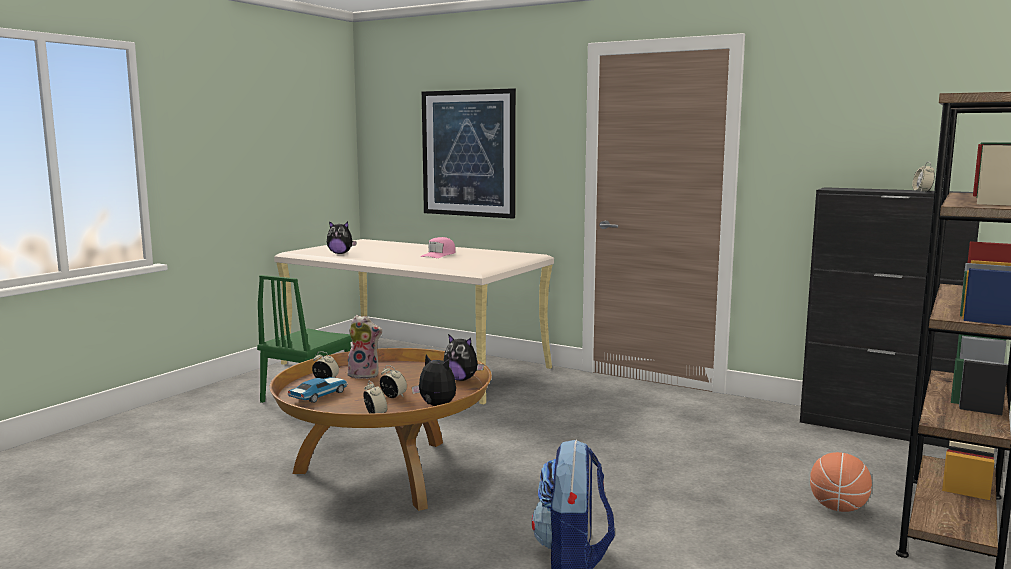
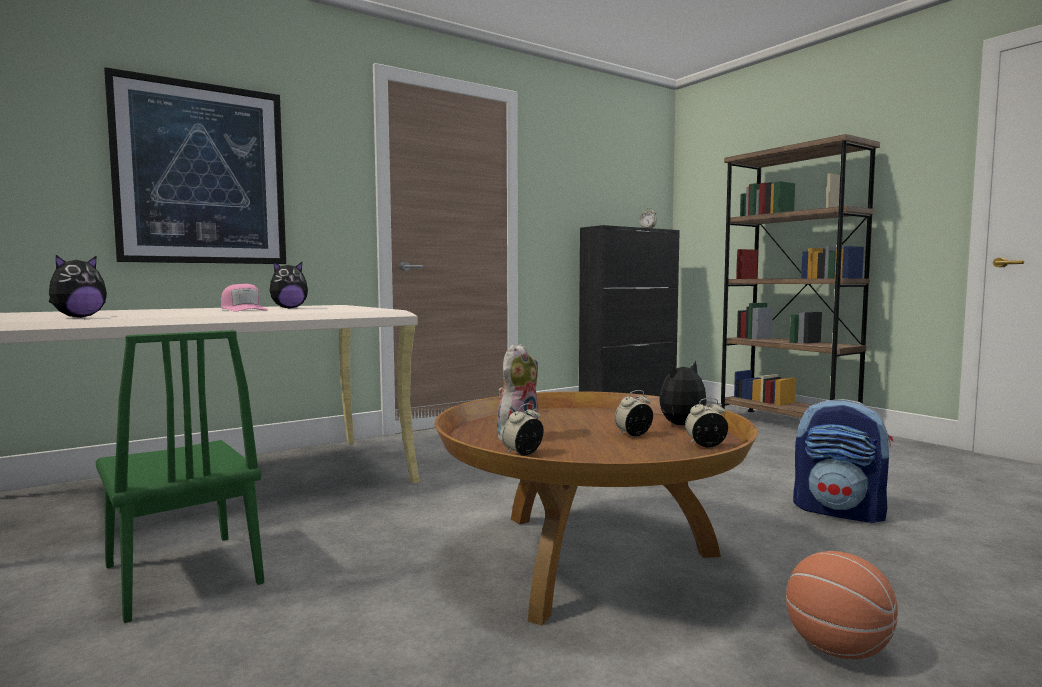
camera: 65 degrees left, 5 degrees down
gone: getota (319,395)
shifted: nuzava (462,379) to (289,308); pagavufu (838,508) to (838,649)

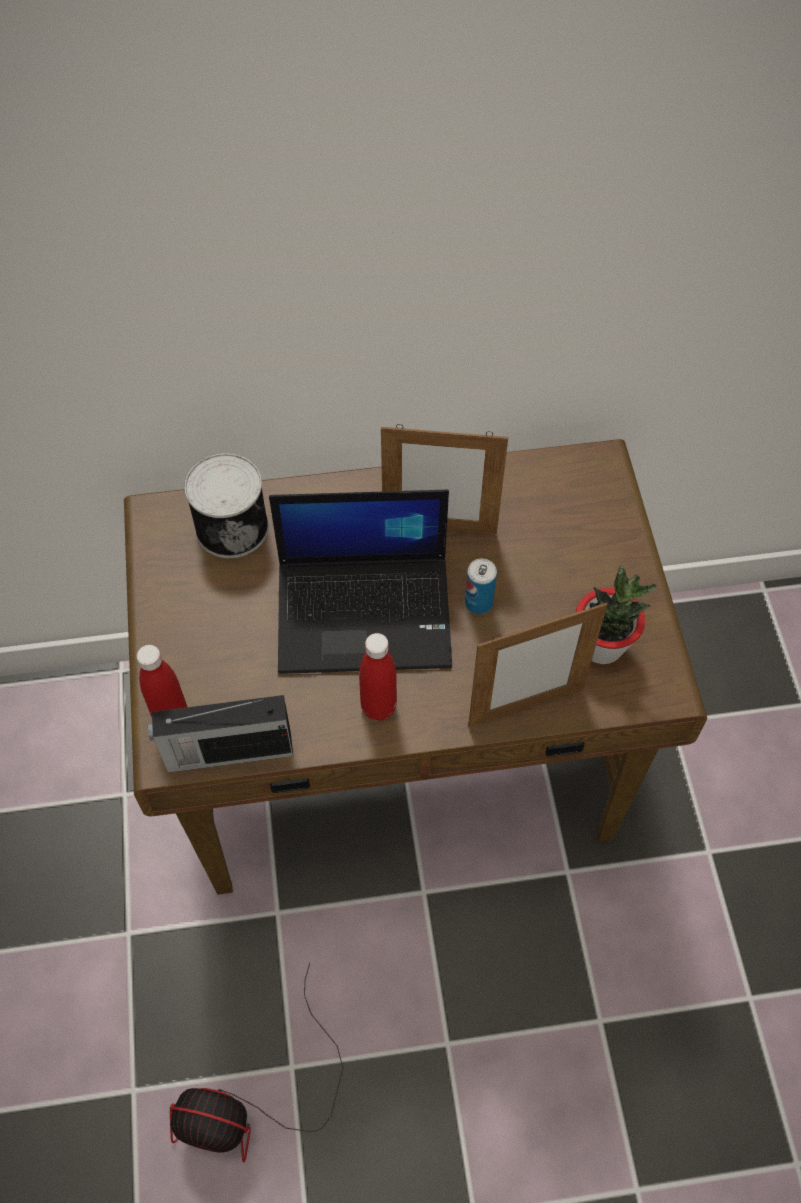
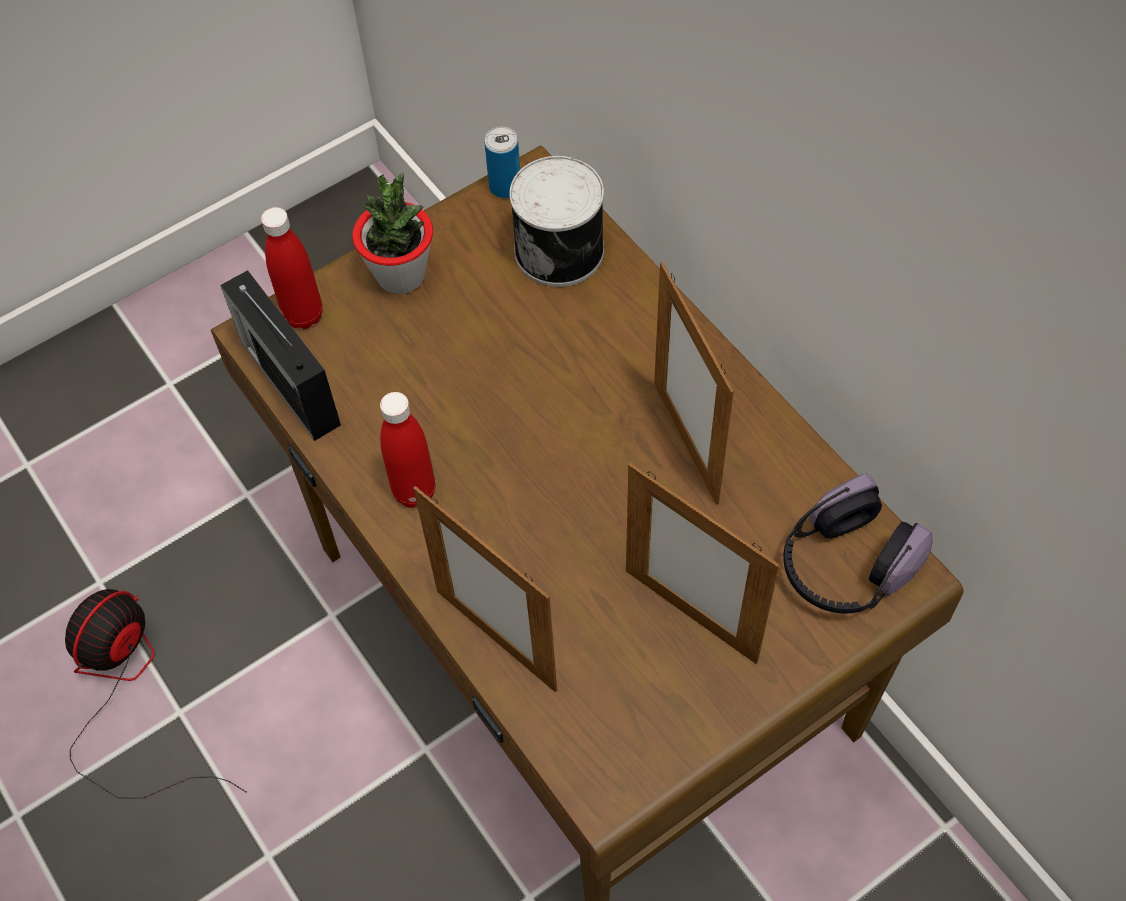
camera: 65 degrees right, 0 degrees up
gone: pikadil (366,612)
new: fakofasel (690,615); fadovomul (845,565)
shifted: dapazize (478,602) to (505,187); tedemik (602,646) to (401,275)
rotated: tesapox (252,1104) = (128,693) 45 degrees clockwise

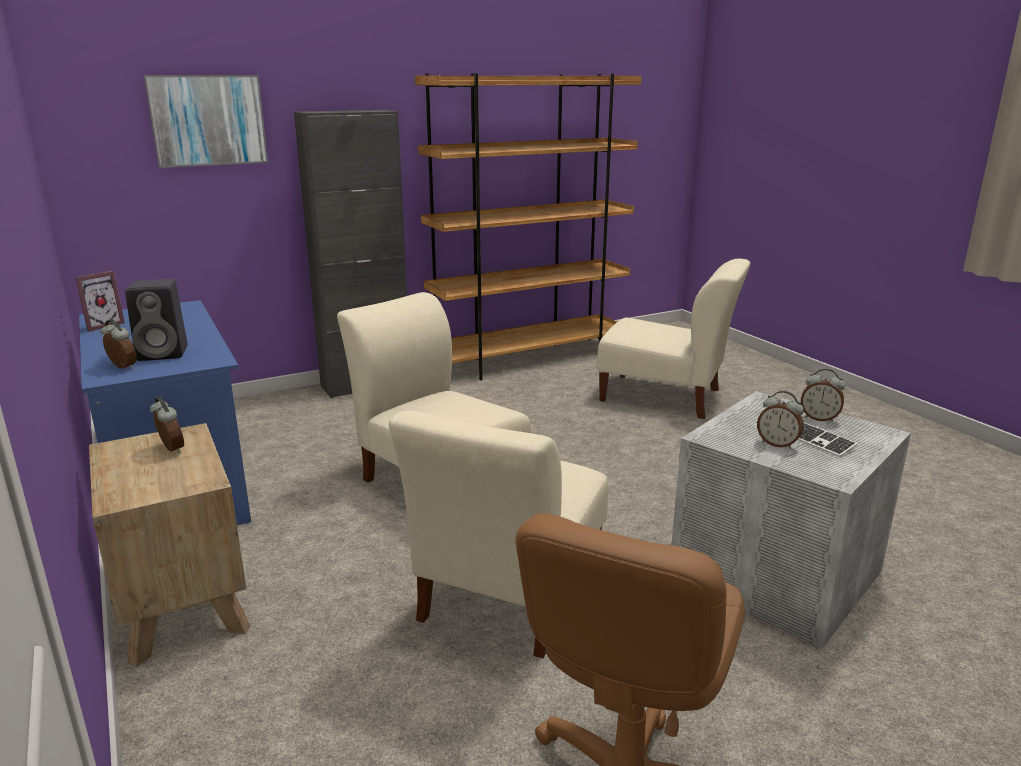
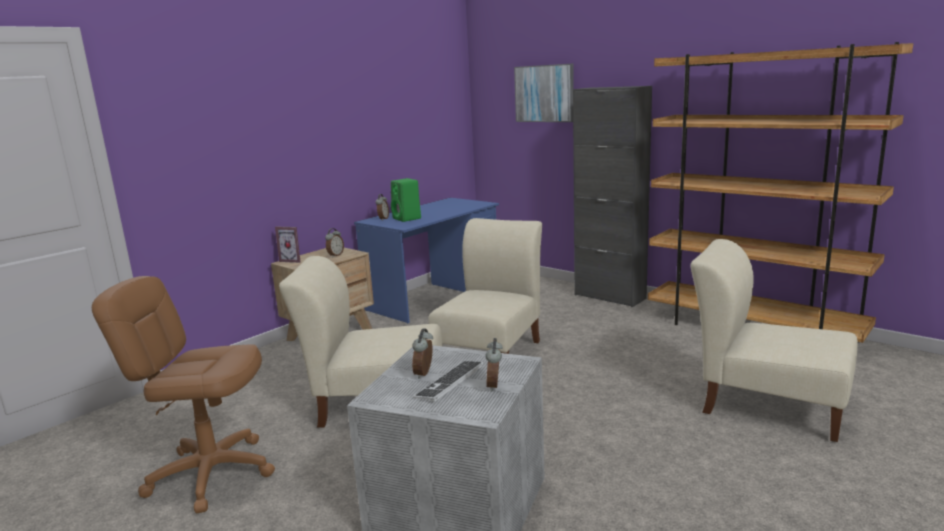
camera: 70 degrees right, 5 degrees down
shifted: fakofasel (102,325) to (293,260)
repainted: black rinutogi (164,353) to green rinutogi (407,218)
rotated: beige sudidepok (666,397) = (766,405) 120 degrees clockwise

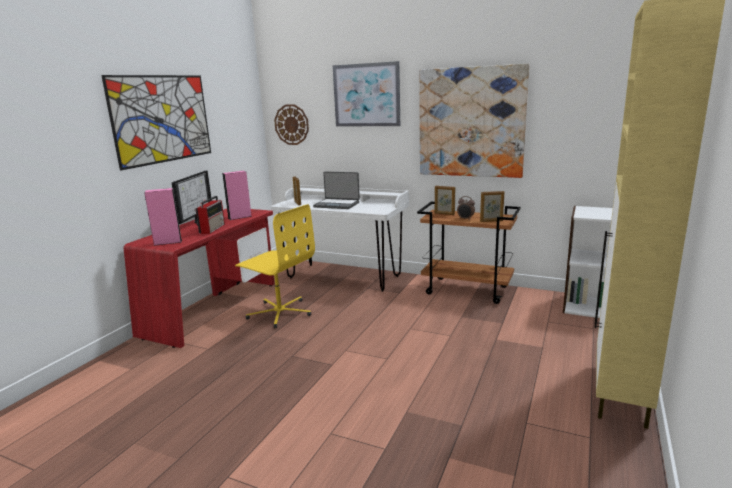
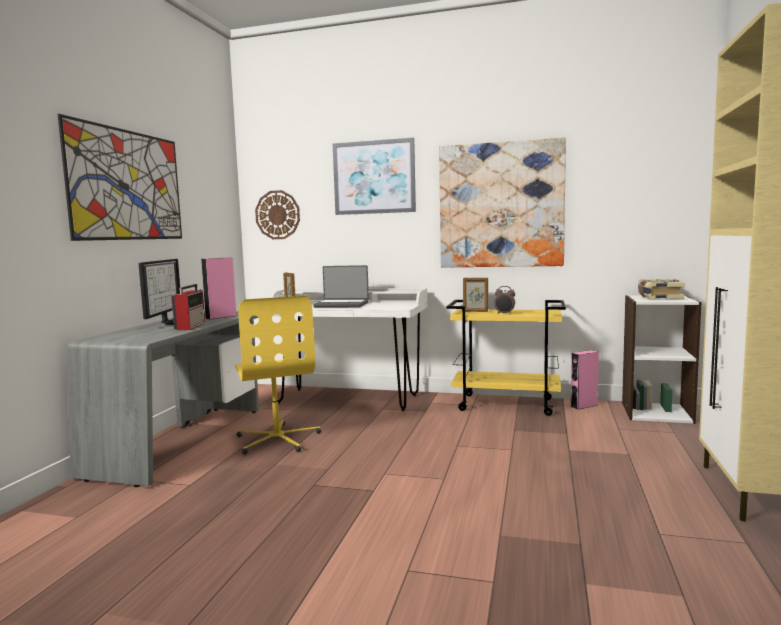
camera: 10 degrees left, 10 degrees down
gone: fakofasel (491,221)
new: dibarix (658,297)
shifted: pink rinutogi (168,242) to (584,406)
repainted: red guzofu (214,309) to grey guzofu (184,440); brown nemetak (467,290) to yellow nemetak (507,404)
rotated: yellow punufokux (280,312) = (278,439) 45 degrees clockwise

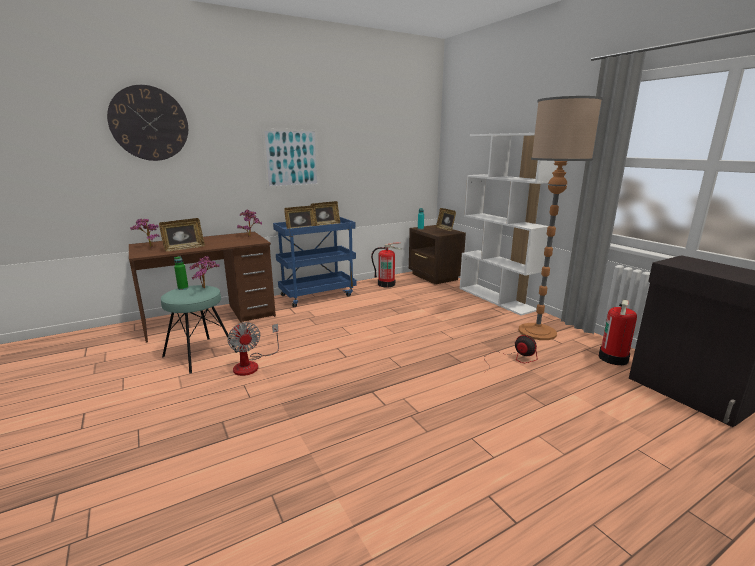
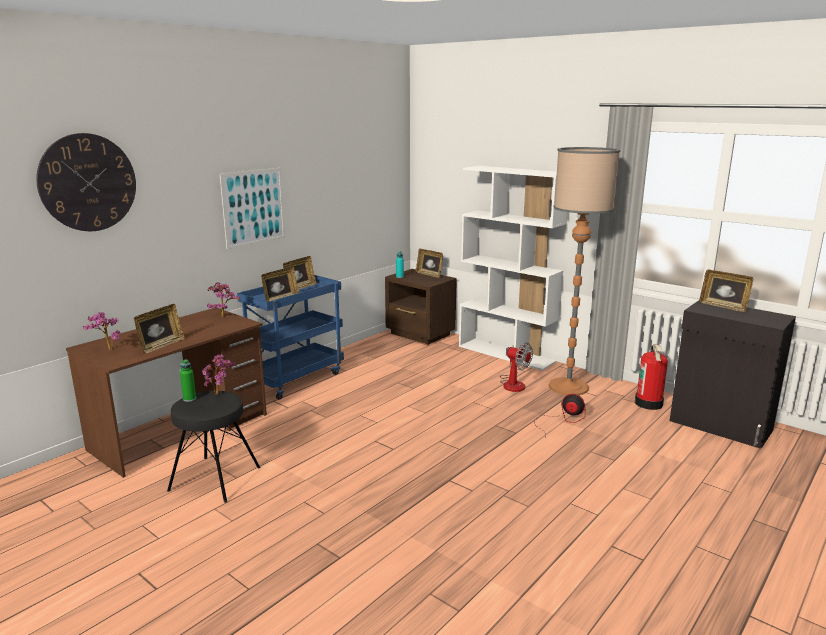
camera: 20 degrees left, 0 degrees up
gone: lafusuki (386,284)
new: fakofasel (723,306)
shifted: tesapox (252,364) to (513,383)
repainted: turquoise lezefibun (200,354) to black lezefibun (214,479)

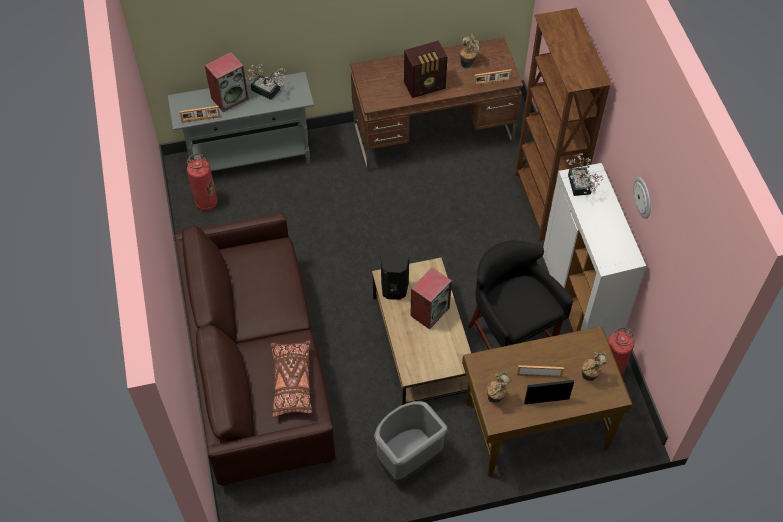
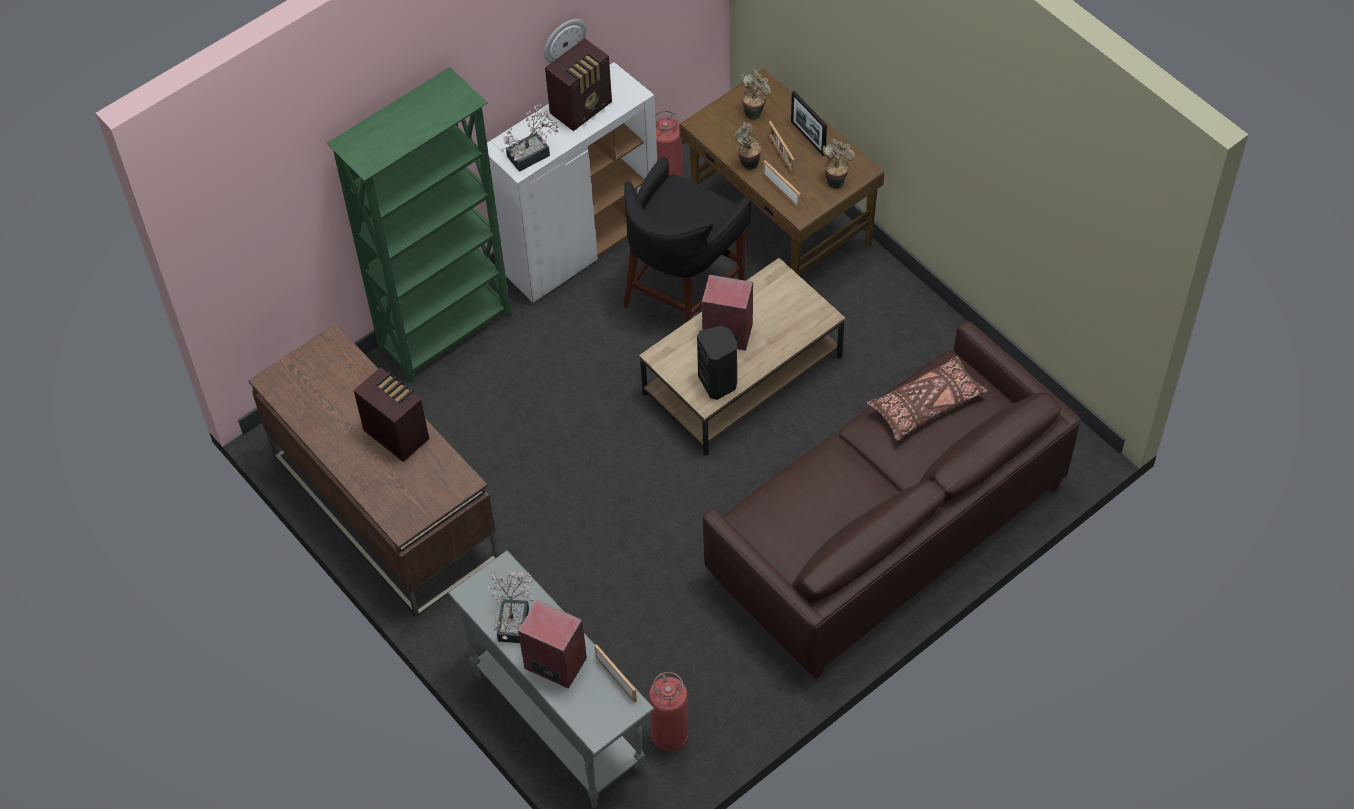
camera: 115 degrees left, 0 degrees up
gone: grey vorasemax (407,459)
new: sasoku (582,108)
shifted: tedemik (467,63) to (747,163); fakofasel (492,83) to (782,191)
repainted: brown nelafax (543,204) to green nelafax (447,332)

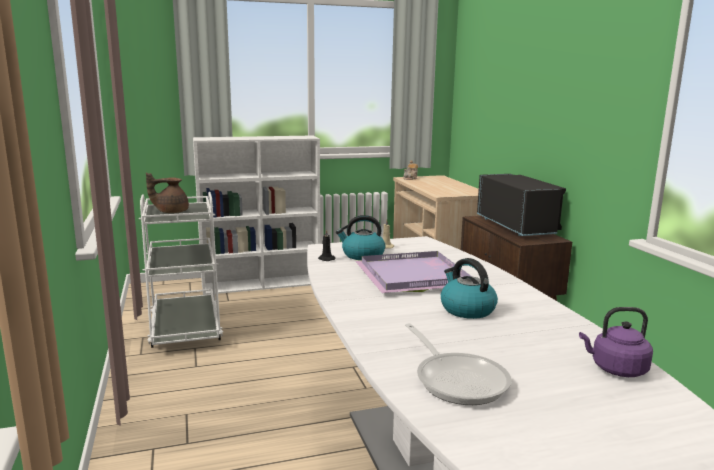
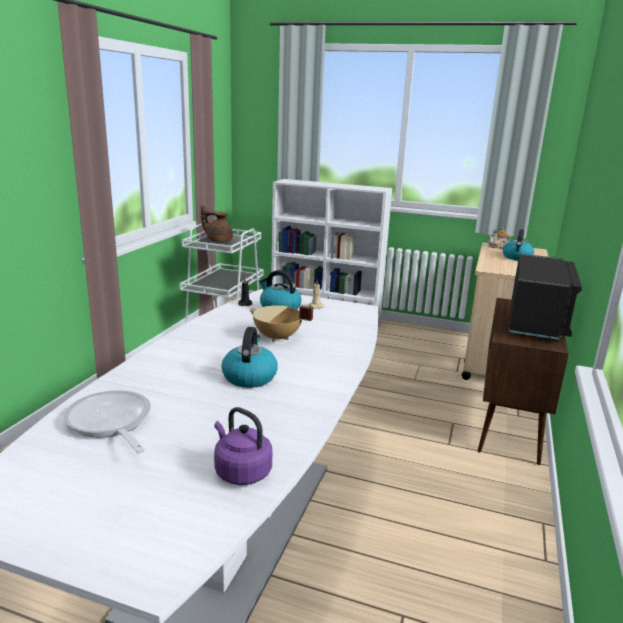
camera: 35 degrees right, 5 degrees up
new: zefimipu (517,257)
swapped: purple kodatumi (416,277) to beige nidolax (277,338)
rotated: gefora (457,379) = (110,423) 135 degrees clockwise

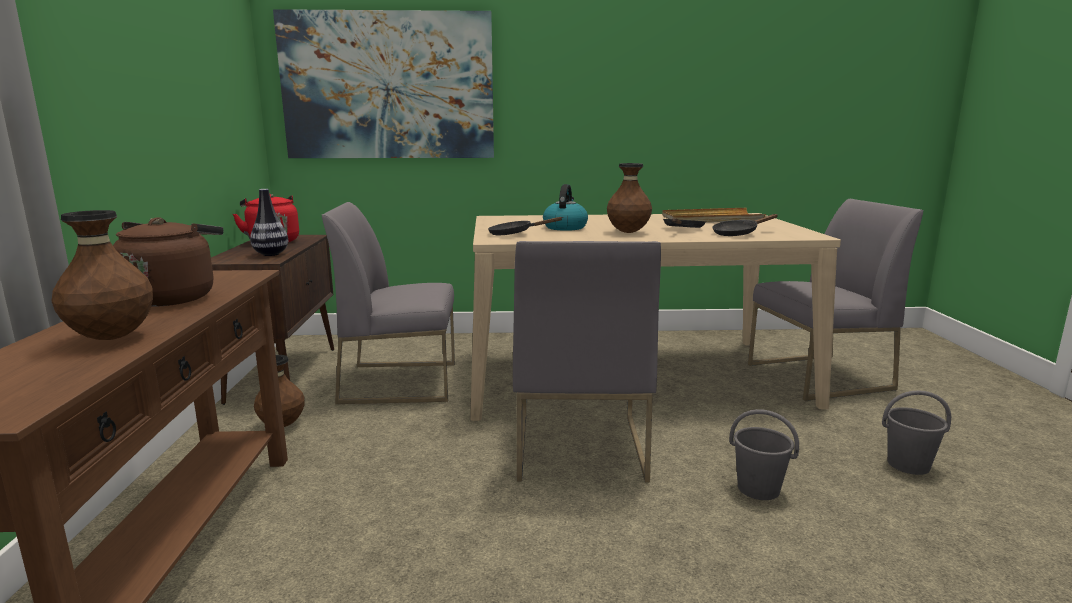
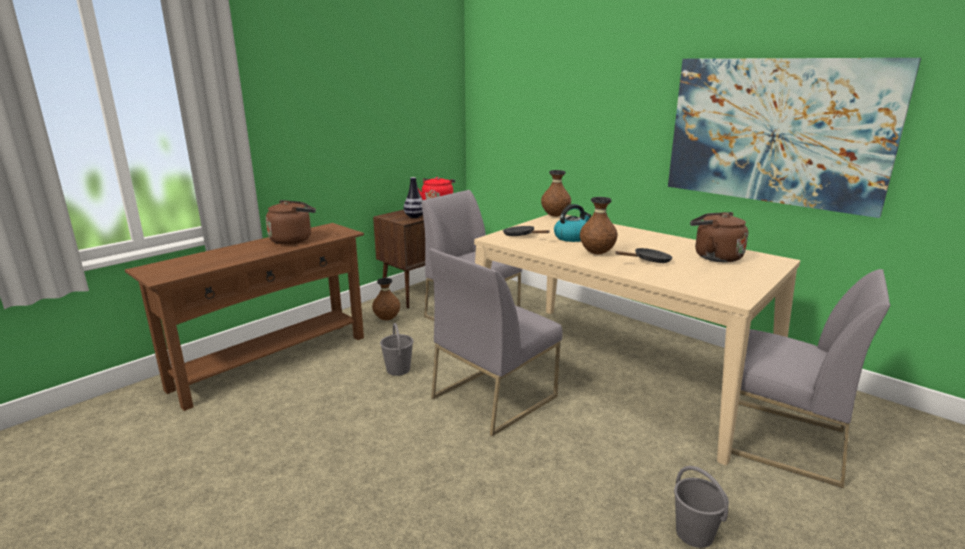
camera: 45 degrees right, 5 degrees up
gone: black gefora (738,234)
shifted: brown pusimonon (112,338) to (555,216); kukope (388,86) to (775,131); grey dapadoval (759,489) to (398,370)
swapped: beige kodatumi (710,219) to brown zefimipu (714,257)

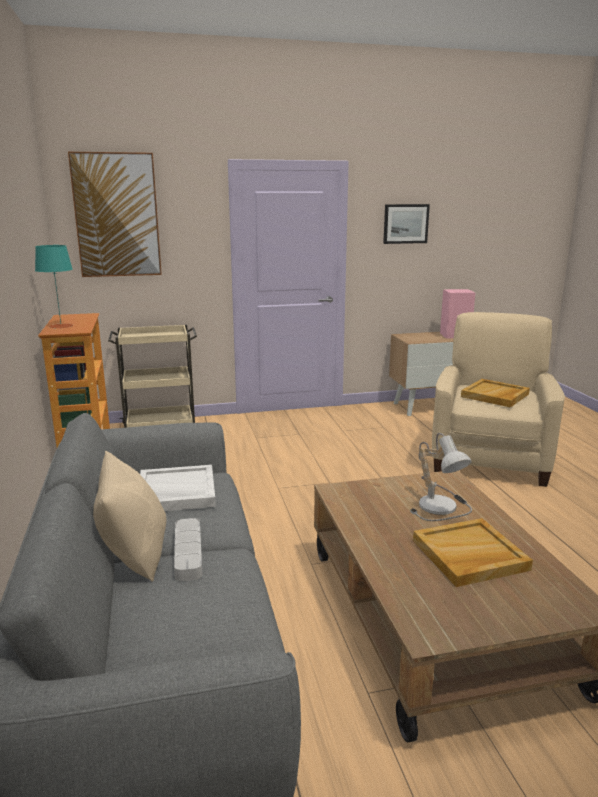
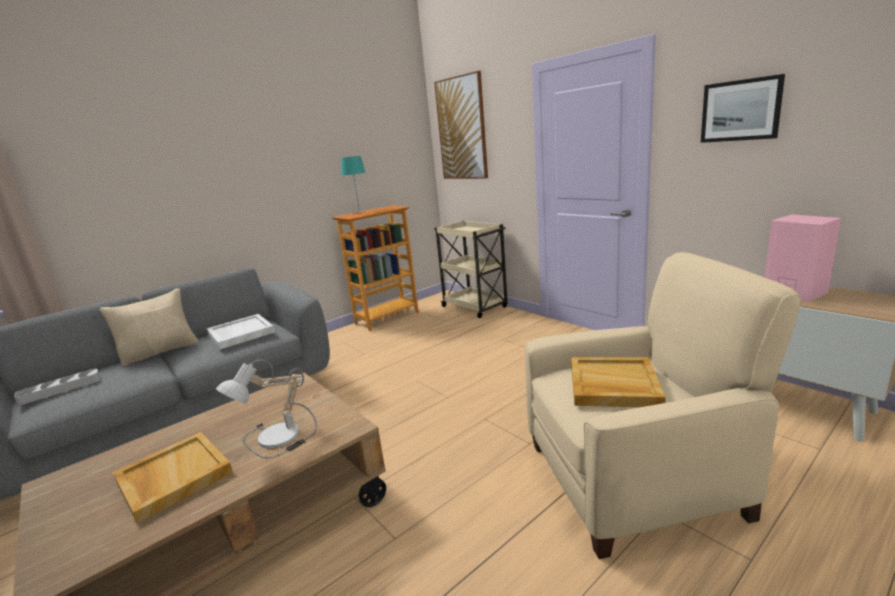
camera: 65 degrees right, 0 degrees up
shifted: grey kodatumi (188,552) to (60,389)

